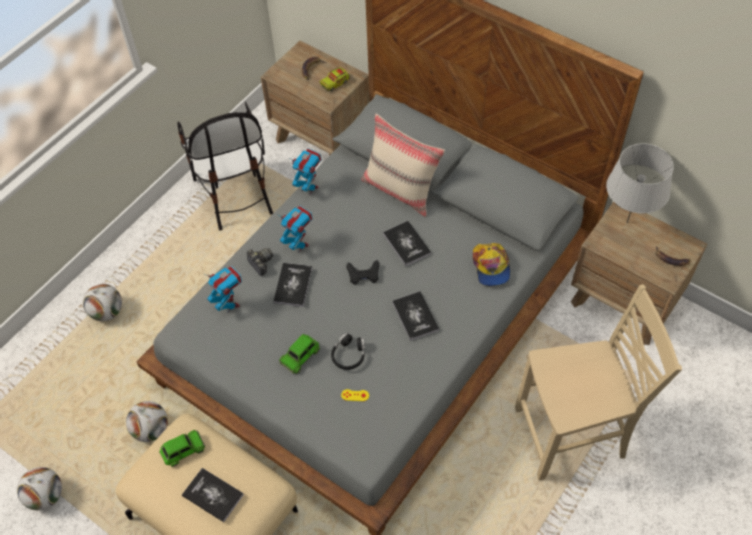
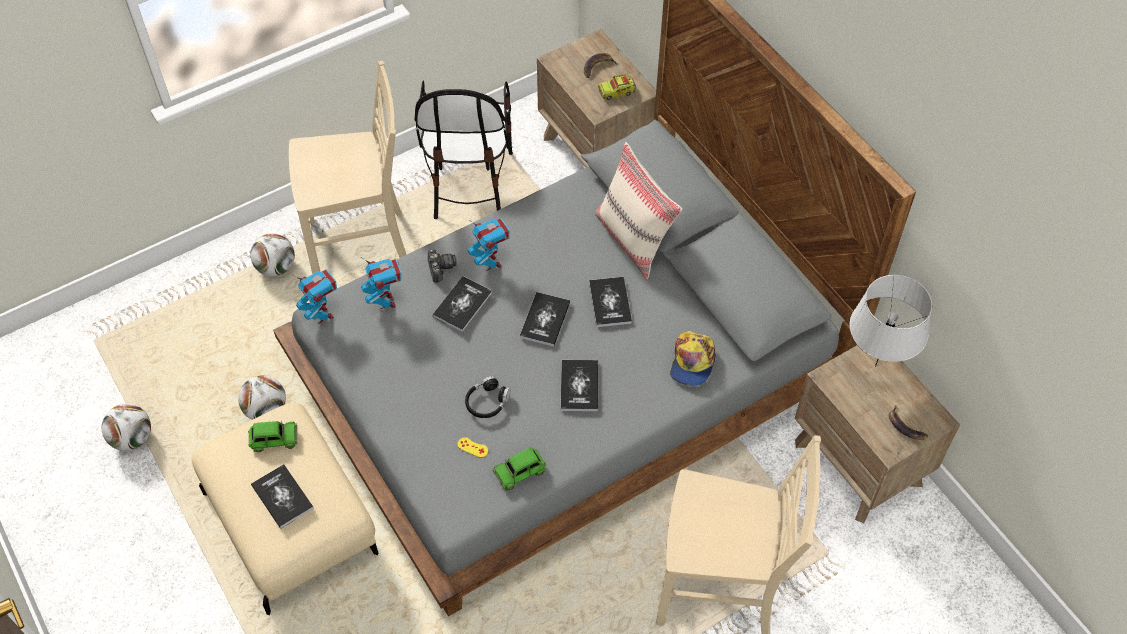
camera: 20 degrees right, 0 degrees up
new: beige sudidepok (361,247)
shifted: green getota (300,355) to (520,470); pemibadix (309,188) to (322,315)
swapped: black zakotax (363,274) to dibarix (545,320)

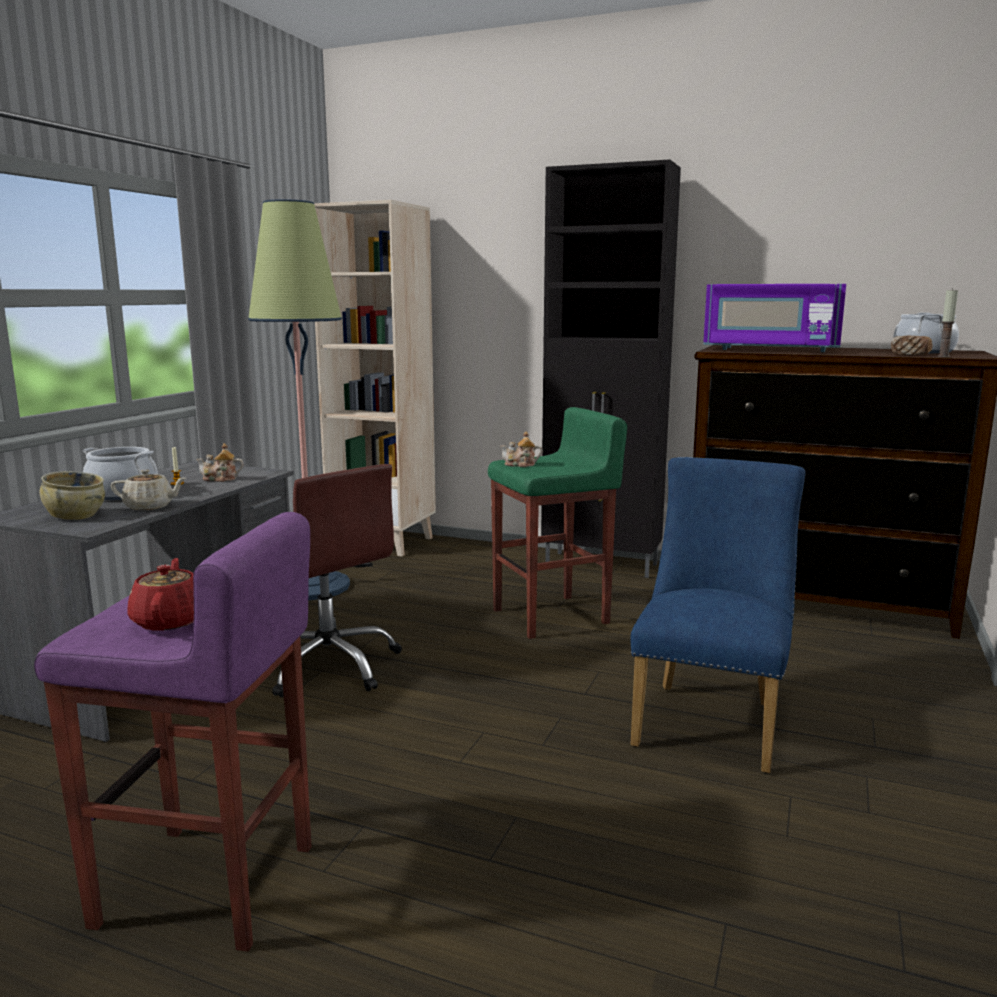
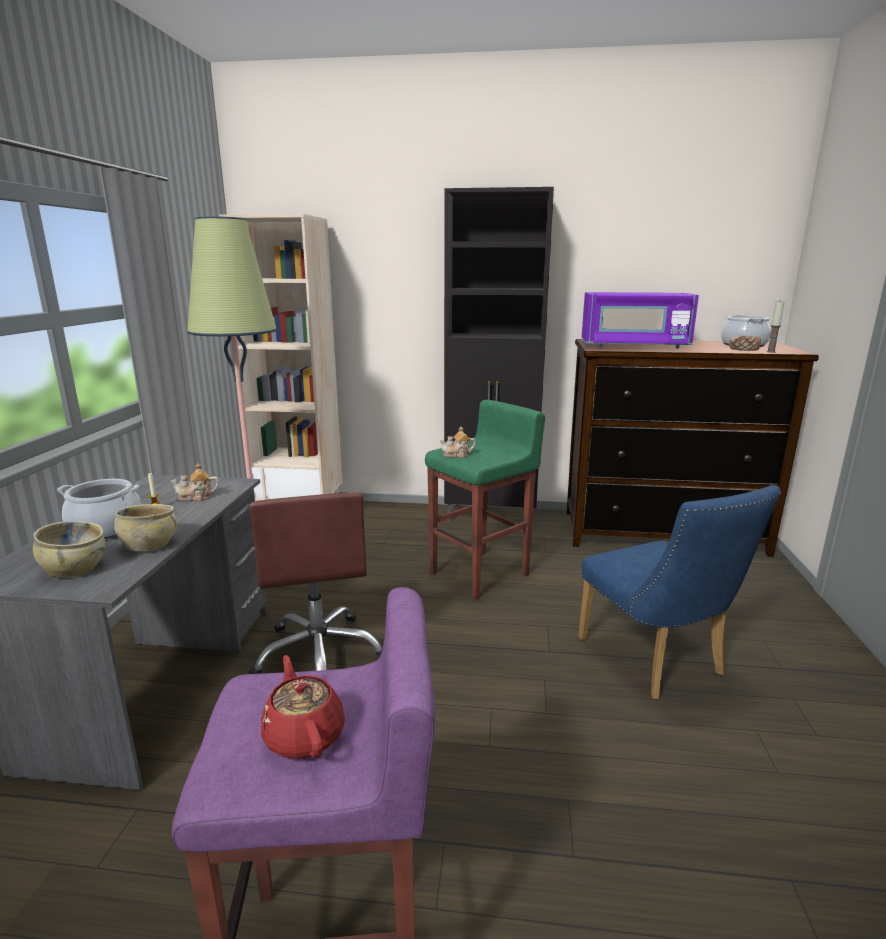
camera: 15 degrees left, 5 degrees up
swapped: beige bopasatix (150,506) to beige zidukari (150,545)
rotated: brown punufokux (330,665) = (320,655) 45 degrees clockwise; blue sudidepok (711,720) = (657,662) 150 degrees clockwise

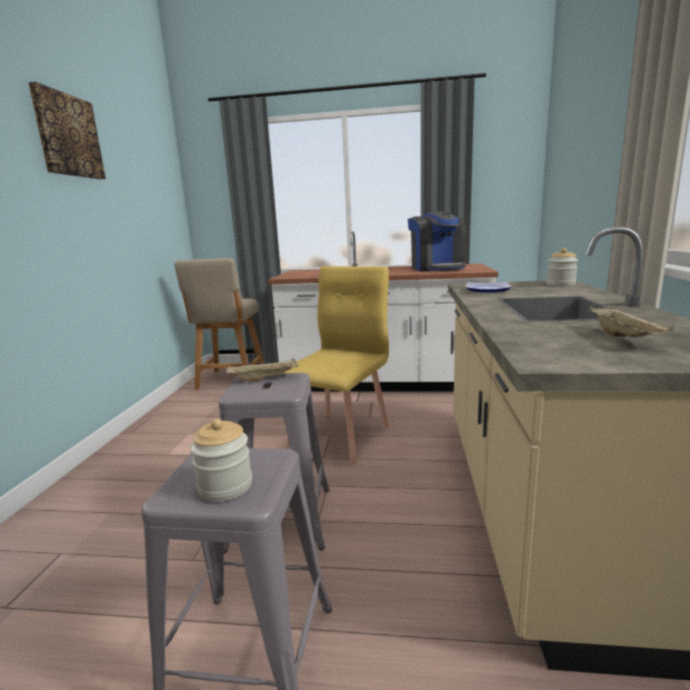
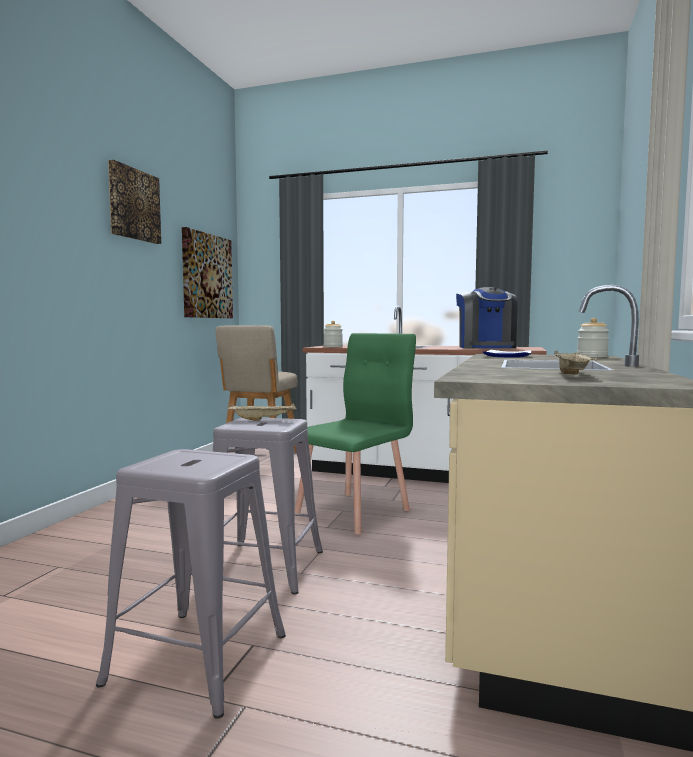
camera: 10 degrees right, 10 degrees down
new: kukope (206,276)
shifted: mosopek (225,486) to (333,347)
repainted: yellow sudidepok (340,435) to green sudidepok (354,512)

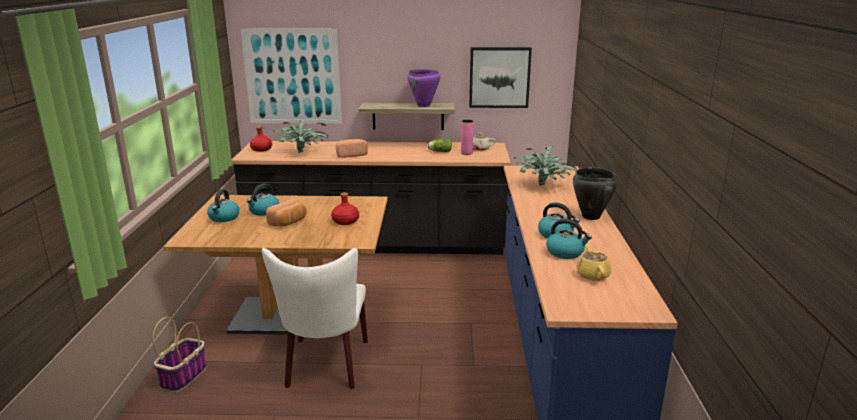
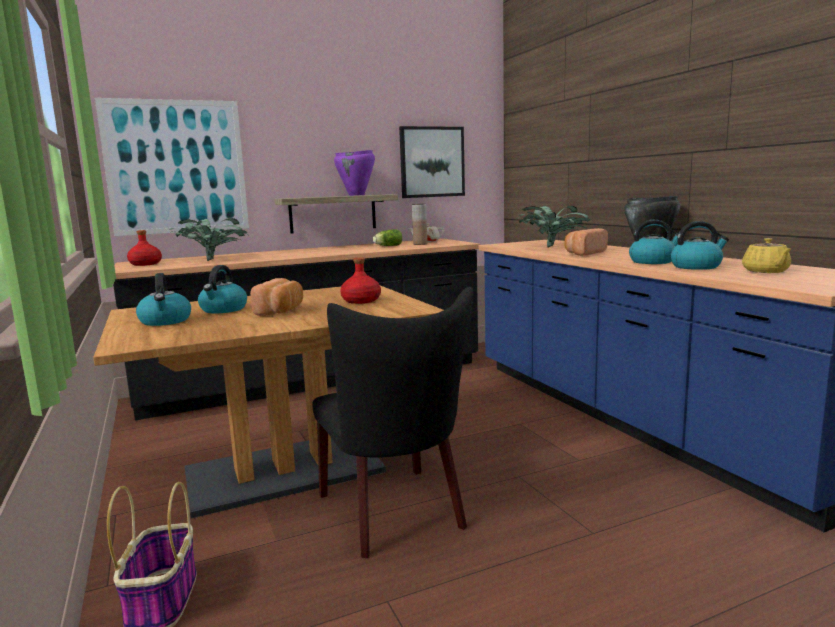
camera: 25 degrees left, 10 degrees down
shifted: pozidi (351,155) to (584,253)
repainted: white sudidepok (325,367) to black sudidepok (396,514); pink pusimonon (466,153) to brown pusimonon (420,244)
rotated: yellow bopasatix (592,275) = (766,271) 150 degrees counterclockwise

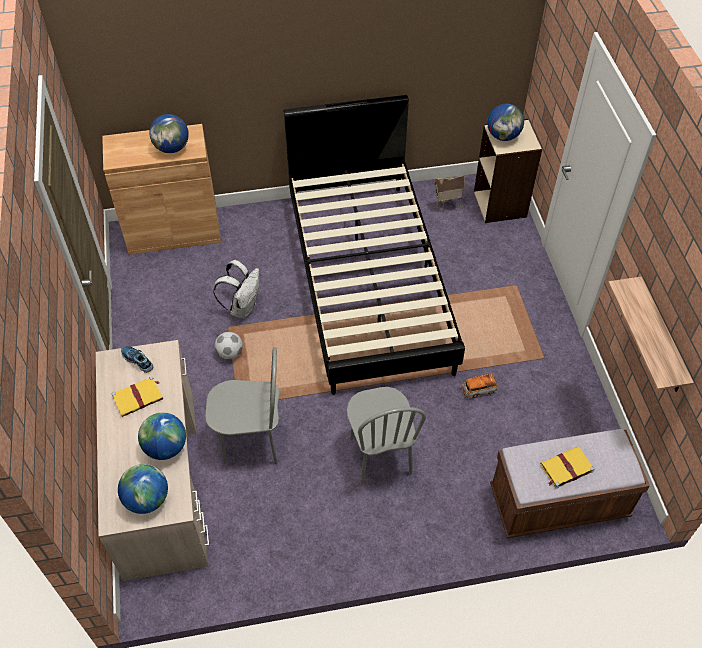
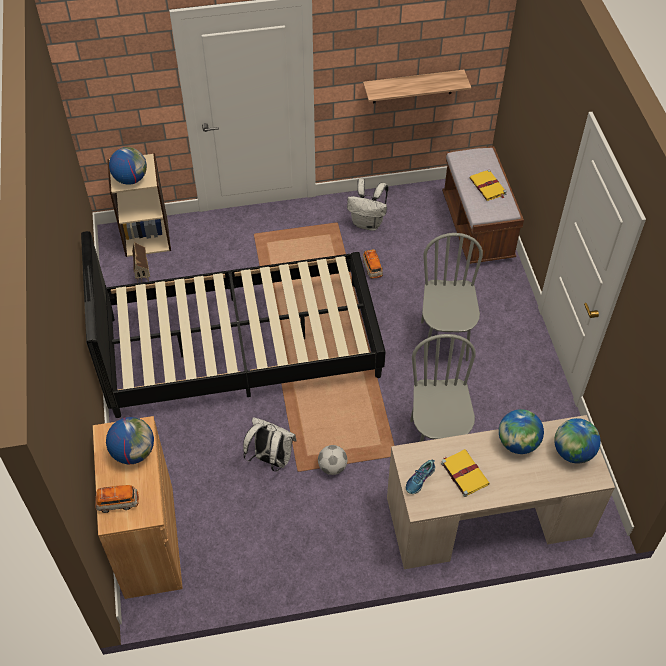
camera: 90 degrees left, 0 degrees up
new: getota (118,503); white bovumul (368,223)
rotated: grey sudidepok (380,456) = (444,341) 75 degrees counterclockwise

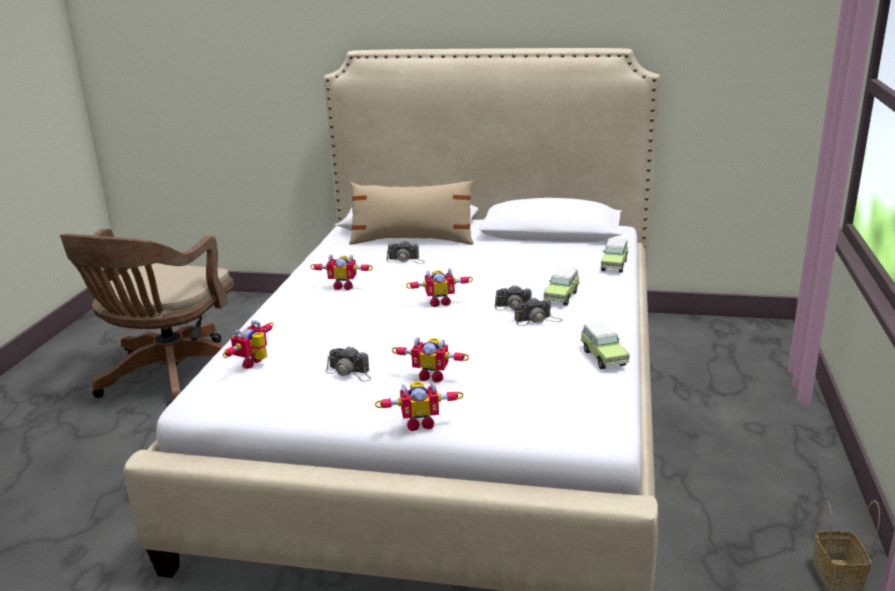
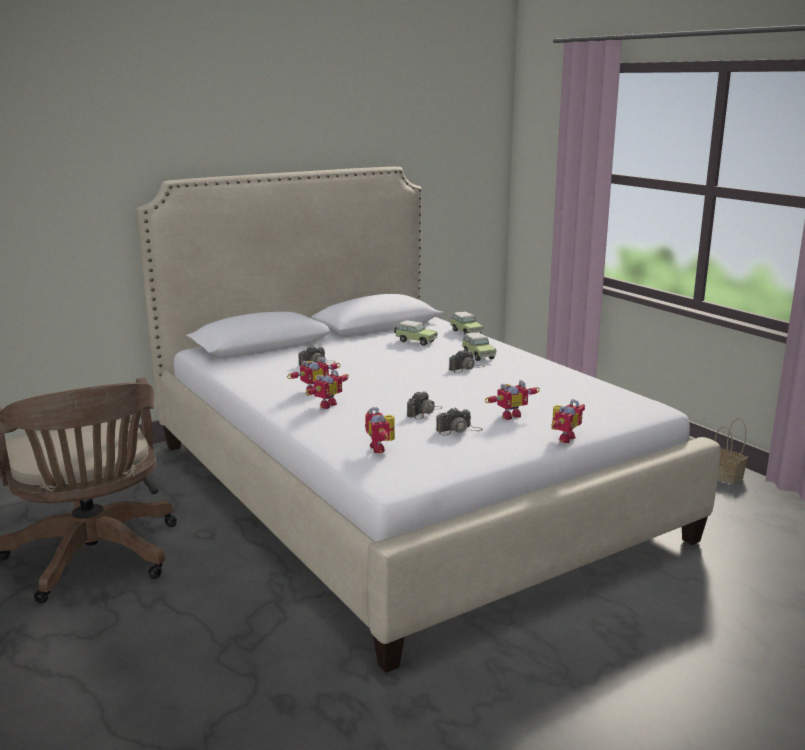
camera: 45 degrees left, 5 degrees down
gone: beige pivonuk (412,241)
shifted: pemibadix (439,302) to (325,404); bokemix (538,320) to (424,412); getota (603,357) to (415,341)

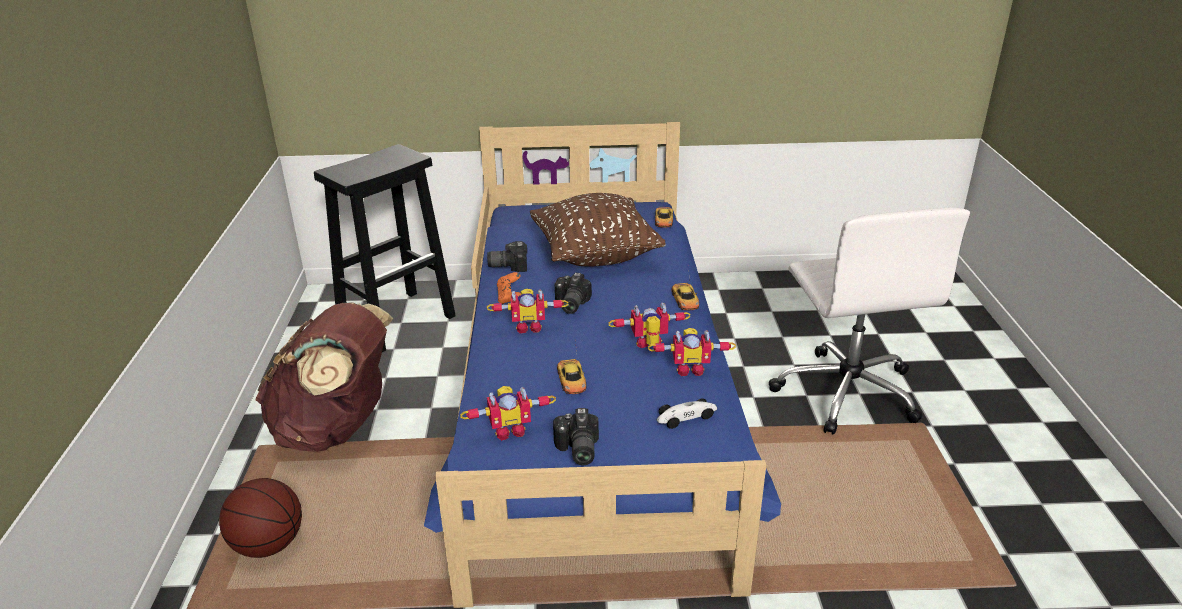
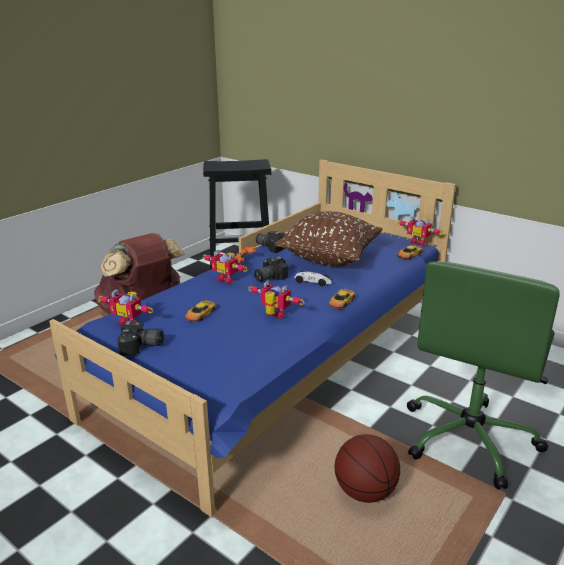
camera: 40 degrees right, 5 degrees down
shifted: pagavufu (269,545) to (365,492); pemibadix (689,369) to (419,242); getota (687,417) to (313,282)
repainted: white punufokux (846,391) to green punufokux (470,438)
rotated: bokemix (576,450) = (141,347) 120 degrees counterclockwise

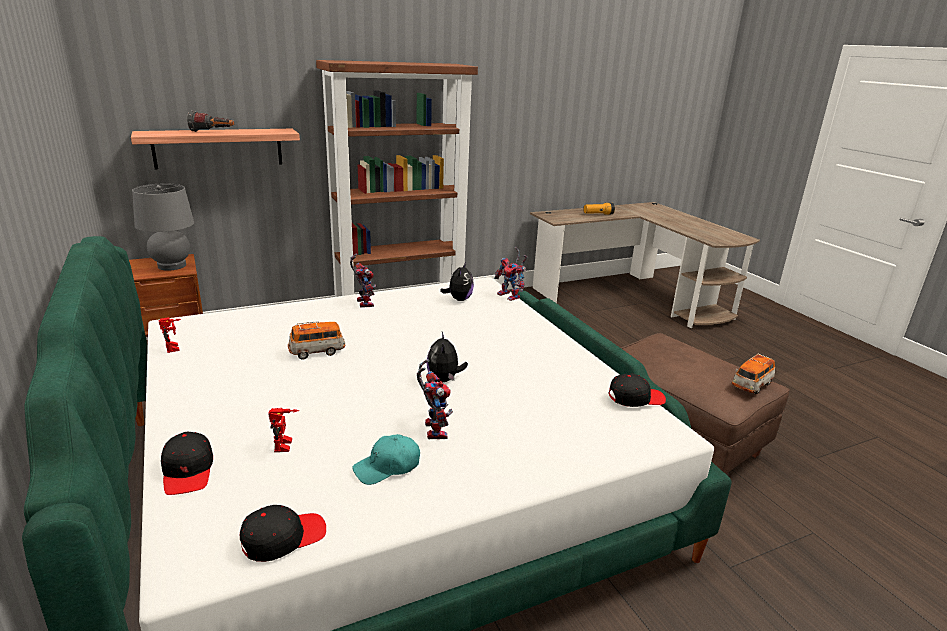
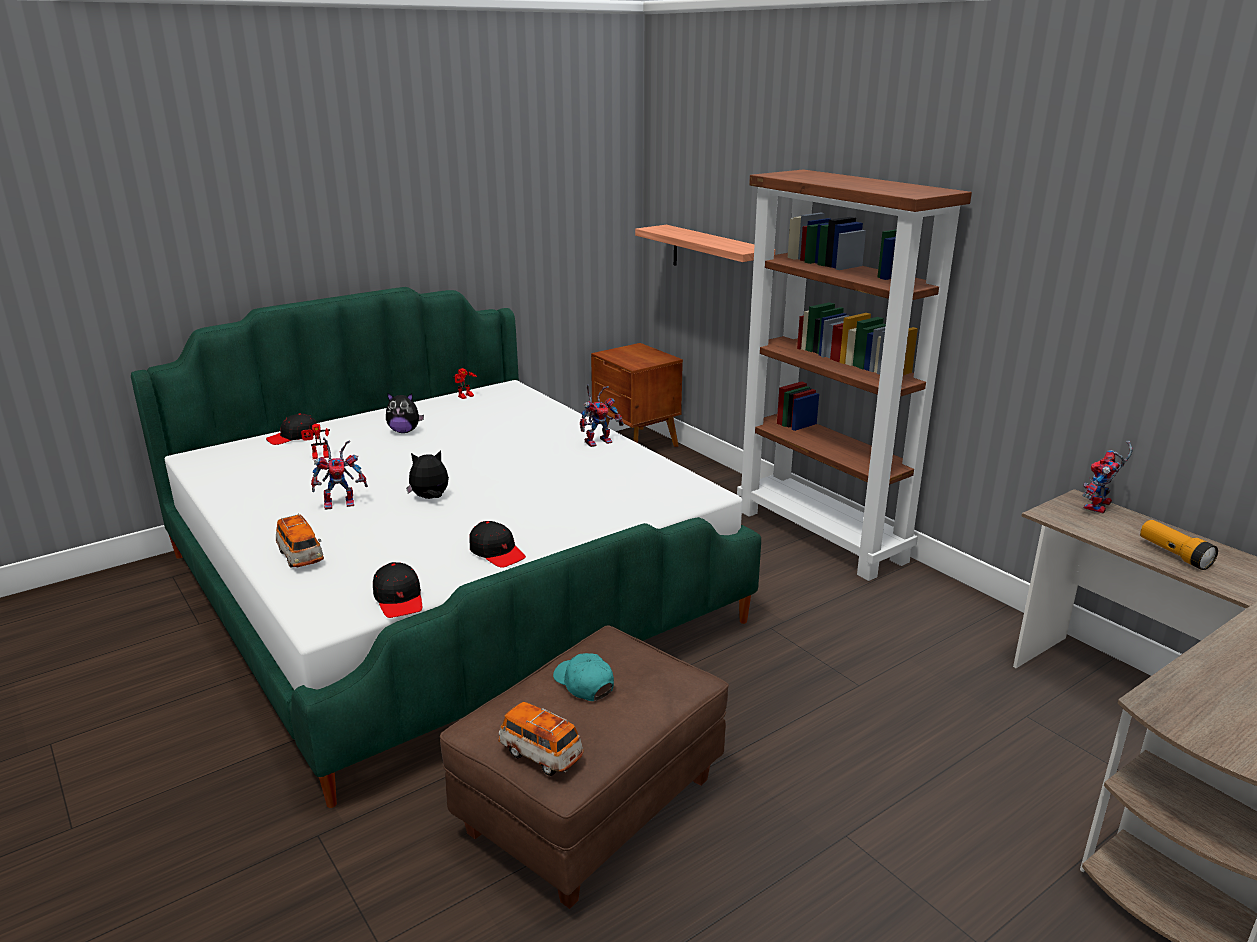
camera: 80 degrees right, 0 degrees up
gone: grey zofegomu (172,266); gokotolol (213,132)
shifted: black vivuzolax (283,538) to (497,552); getota (317,352) to (301,557); turquoise vivuzolax (387,467) to (584,684); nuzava (459,299) to (404,431); pemibadix (511,296) to (1099,507)

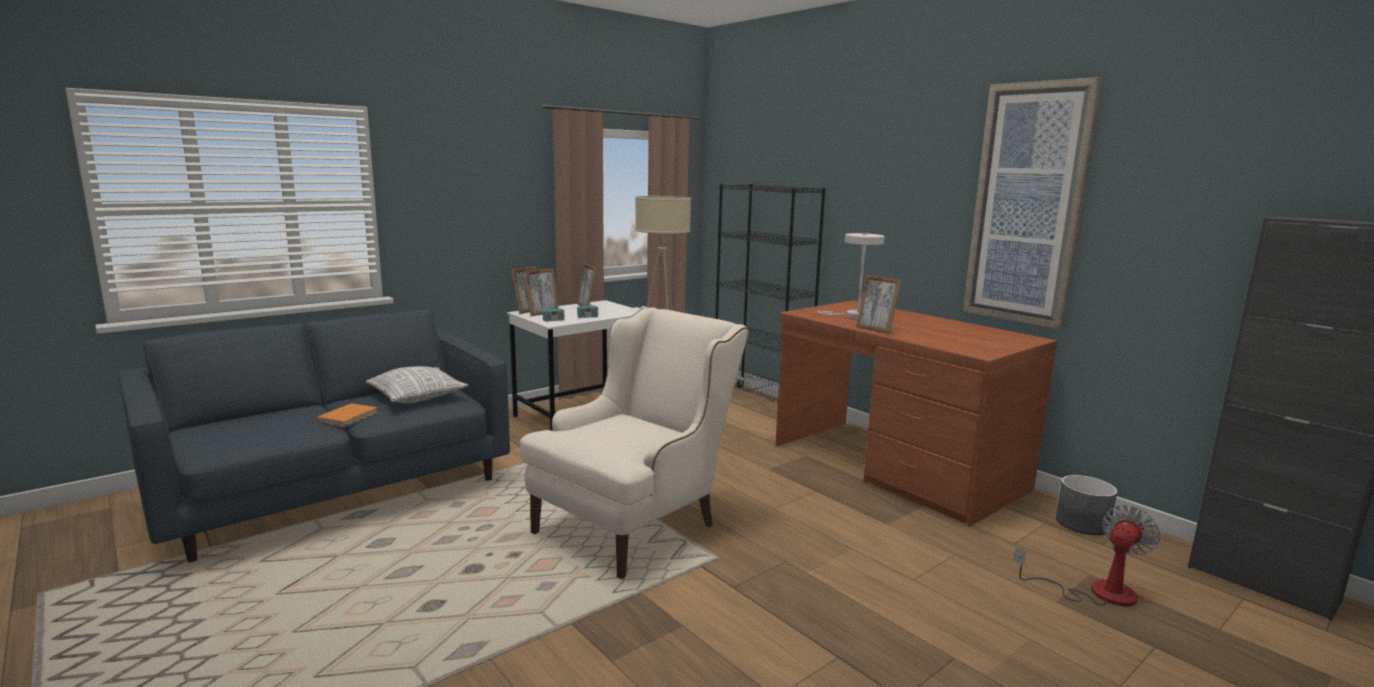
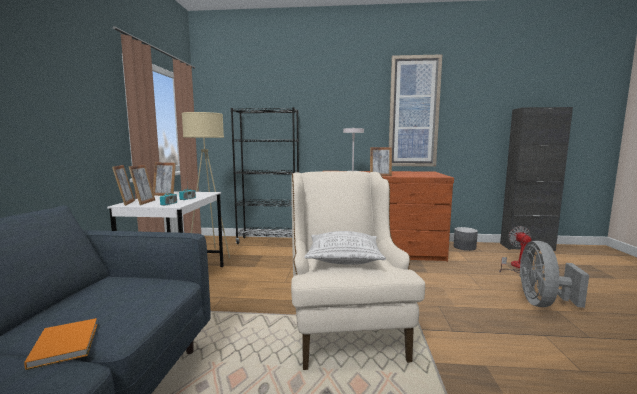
camera: 45 degrees left, 5 degrees down
new: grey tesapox (543,303)
shifted: pivonuk (417,397) to (344,259)

